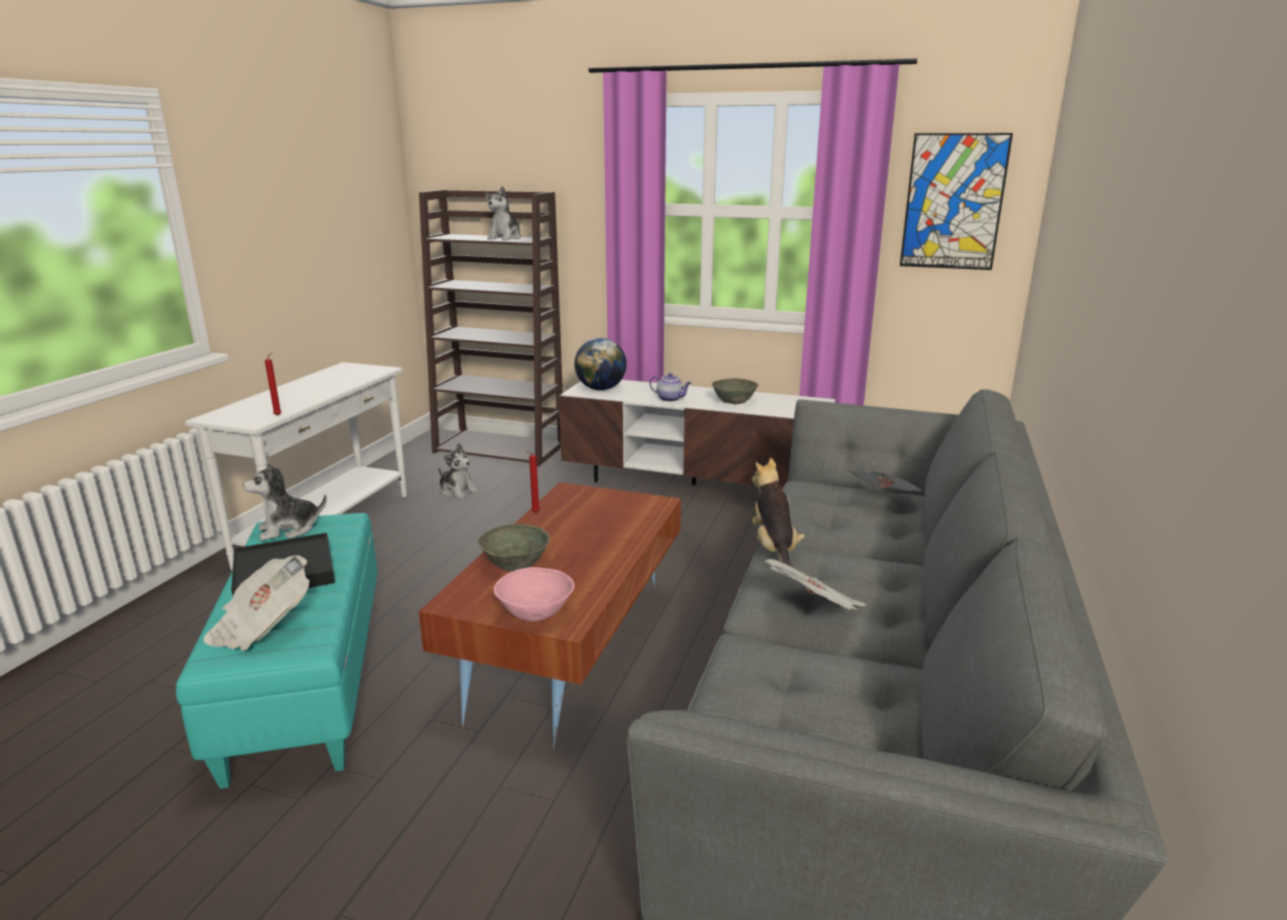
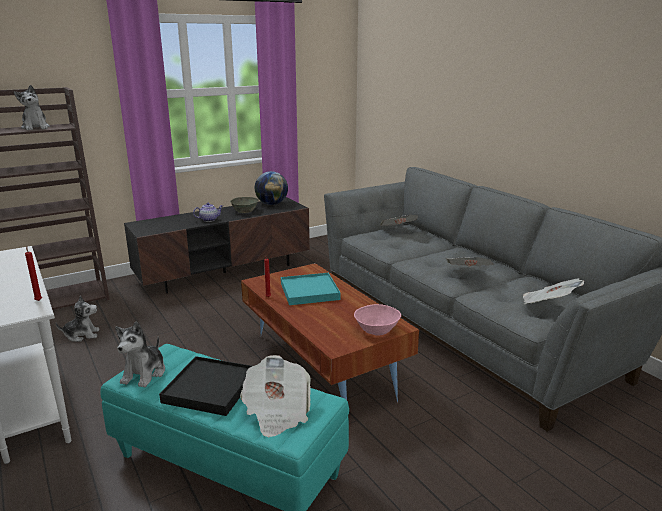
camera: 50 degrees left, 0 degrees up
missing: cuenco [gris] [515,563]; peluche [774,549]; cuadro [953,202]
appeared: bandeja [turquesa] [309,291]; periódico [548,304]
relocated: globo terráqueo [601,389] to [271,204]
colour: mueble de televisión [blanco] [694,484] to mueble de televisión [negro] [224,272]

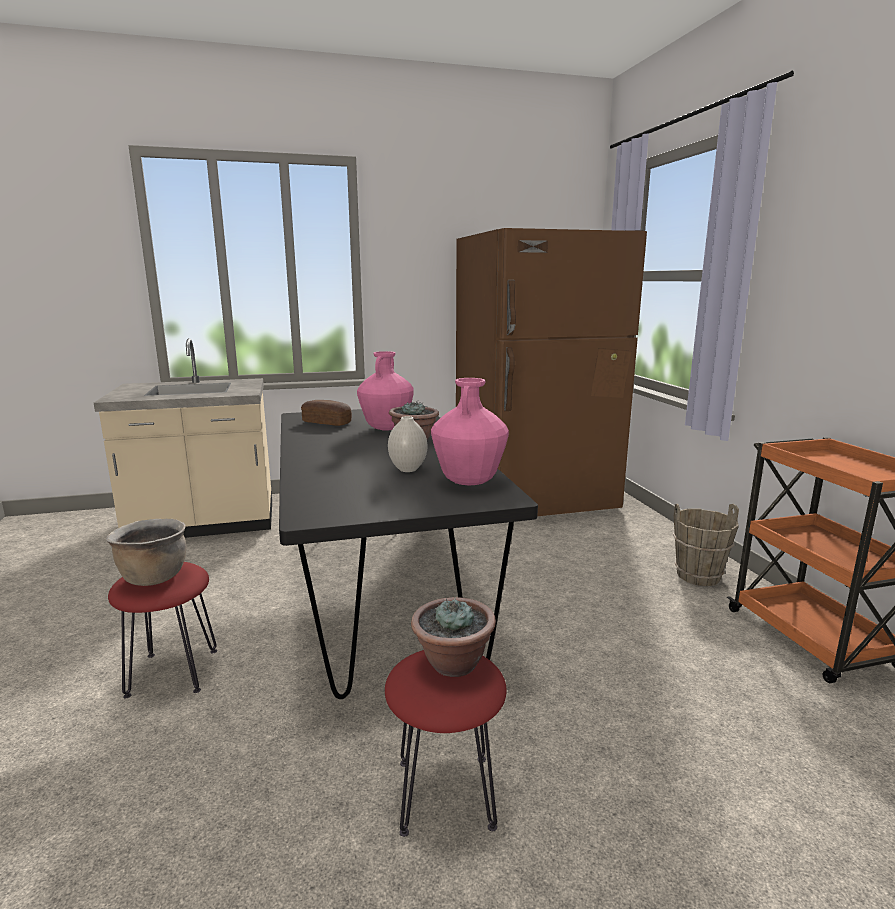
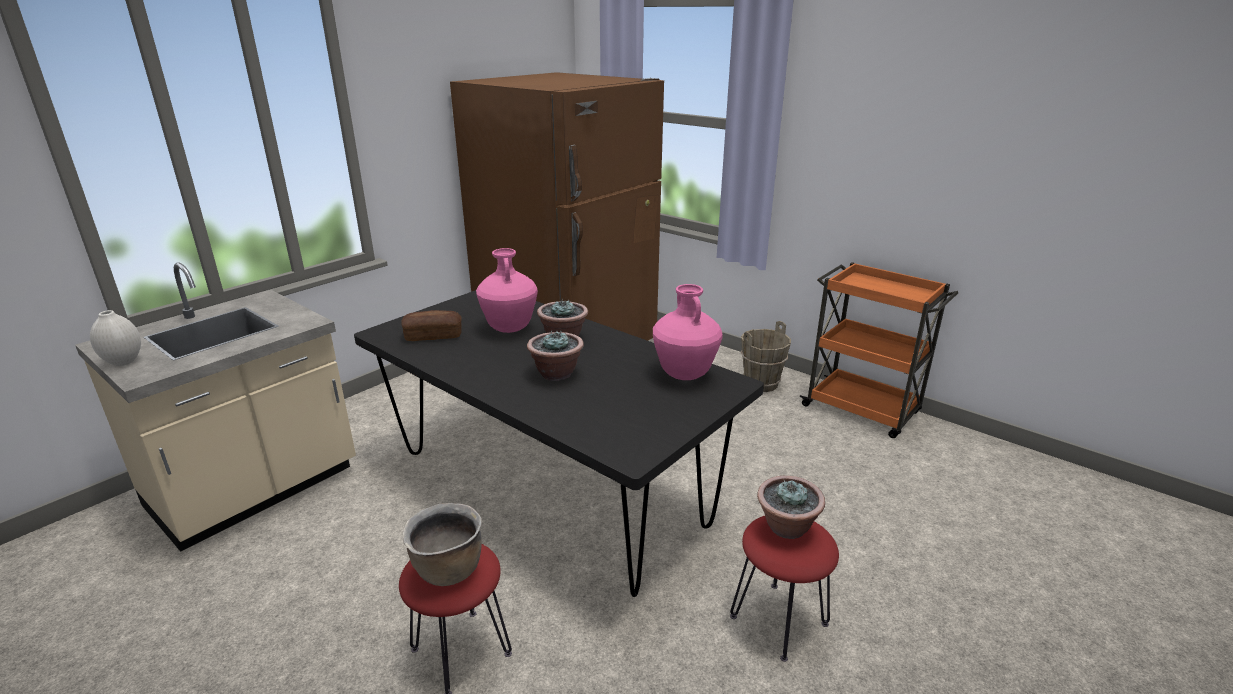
camera: 35 degrees left, 10 degrees up
appeared: planta en maceta [556,374]
relocated: florero [blanco] [407,469] to [123,362]

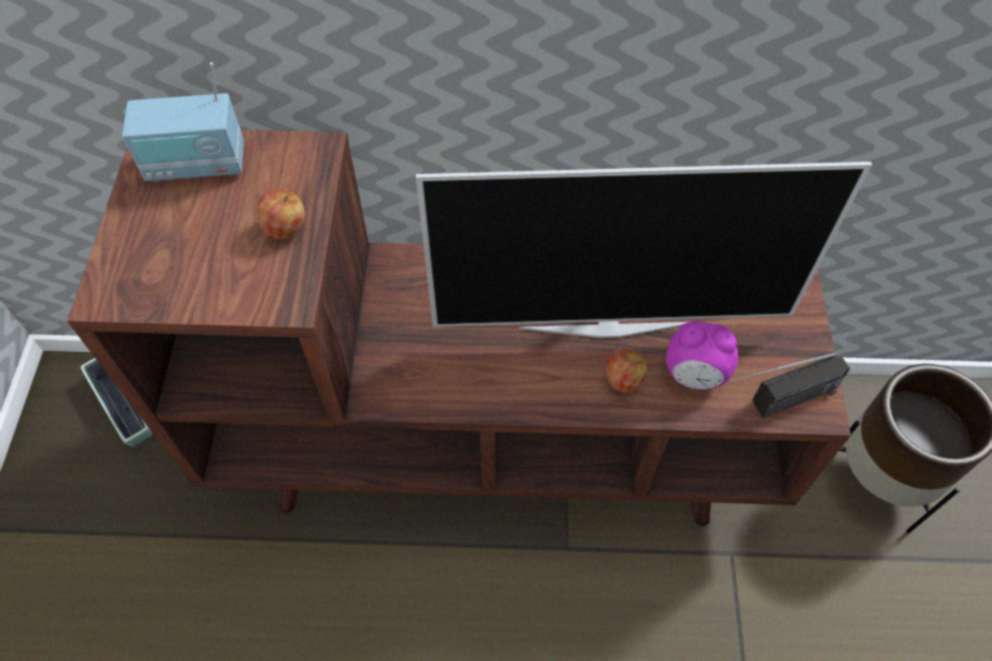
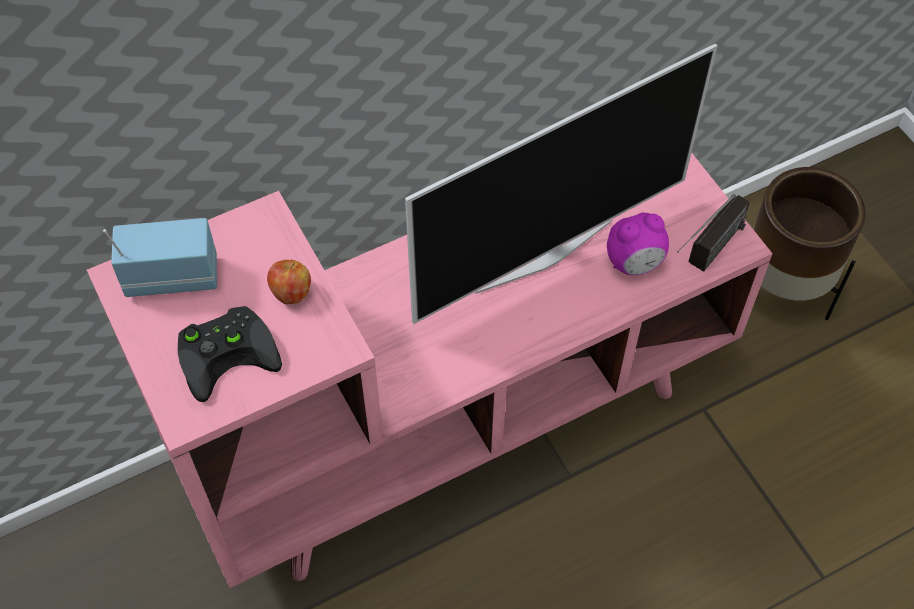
camera: 30 degrees left, 0 degrees up
missing: maceta [123,408]; manzana [623,380]
appeared: mando de consola [negro] [229,351]
colour: mueble de televisión [marrón] [499,445] to mueble de televisión [rosa] [458,420]
spun: radio [196,165] = [172,276] 150 degrees counterclockwise

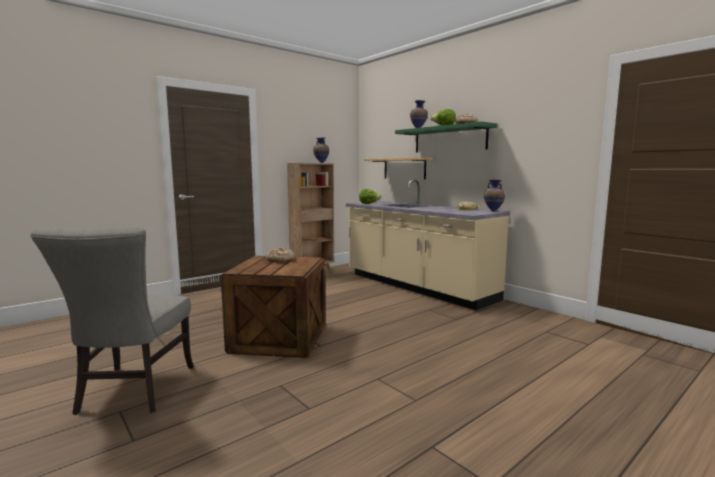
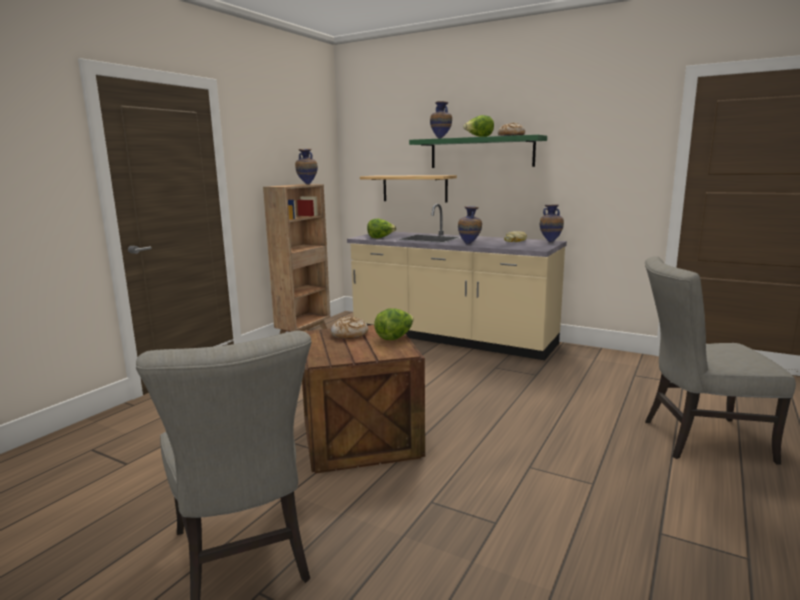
camera: 20 degrees left, 5 degrees up
appeared: lechuga [395,337]; florero [470,244]; silla [gris] [697,439]

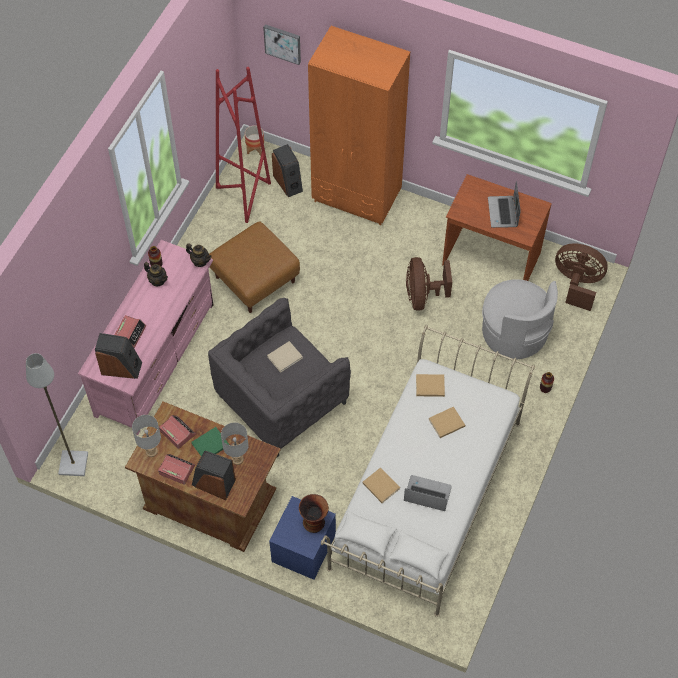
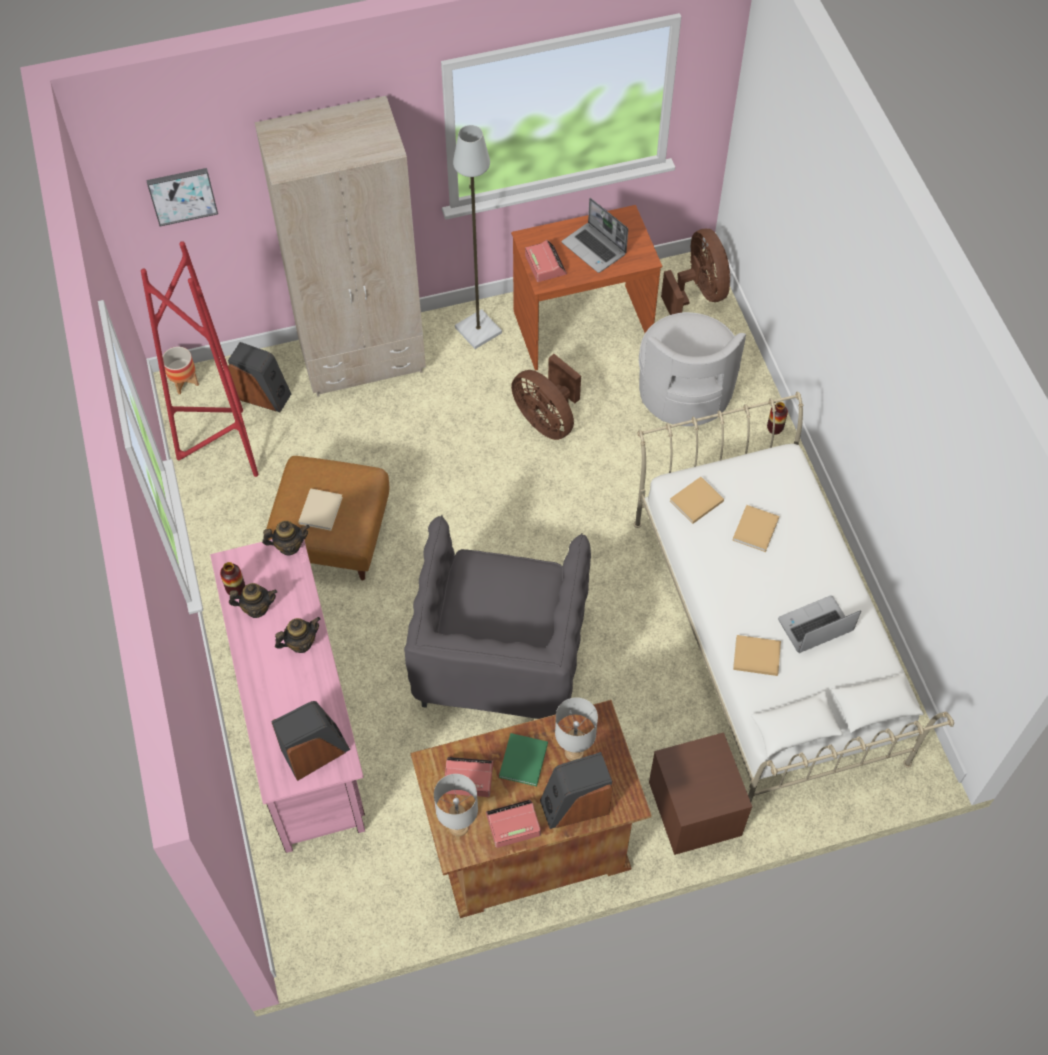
camera: 40 degrees left, 0 degrees up
missing: florero [314,522]
appeared: tetera [300,643]
relocated: lámpara de pie [gris] [73,463] to [477,330]; despertador [130,333] to [545,265]; libro [beis] [285,357] to [321,509]
colour: mesita de noche [azul] [303,549] to mesita de noche [marrón] [694,809]; armario ropero [naranja] [357,197] to armario ropero [beis] [363,358]
spun: sillón [blanco] [514,333] = [684,391] 75 degrees clockwise; ventilador [marrón] [577,284] = [698,293] 90 degrees clockwise

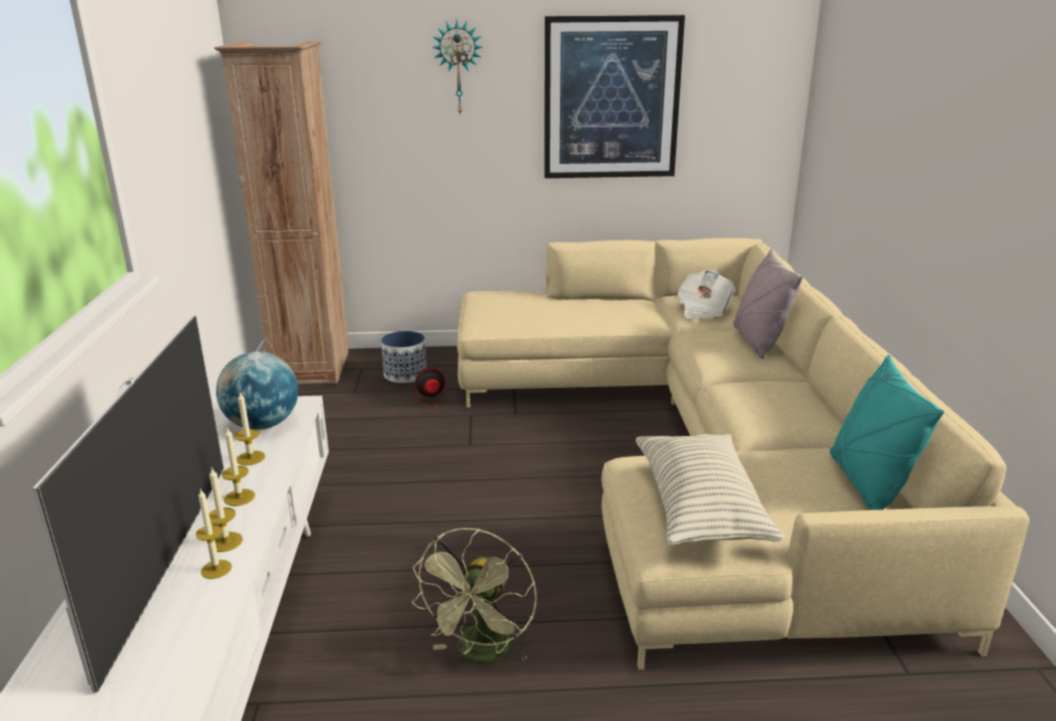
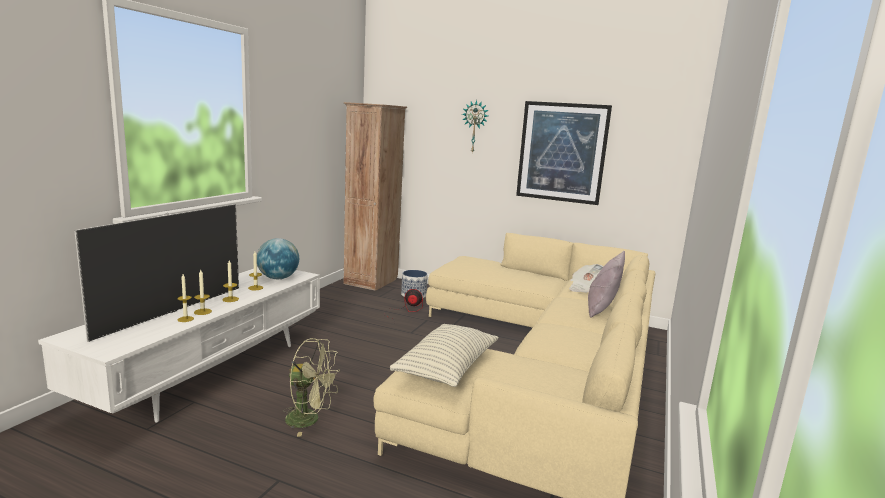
camera: 25 degrees right, 10 degrees down
missing: cojín [turquesa] [867,485]
spun: ventilador [verde] [482,654] = [310,420] 120 degrees counterclockwise

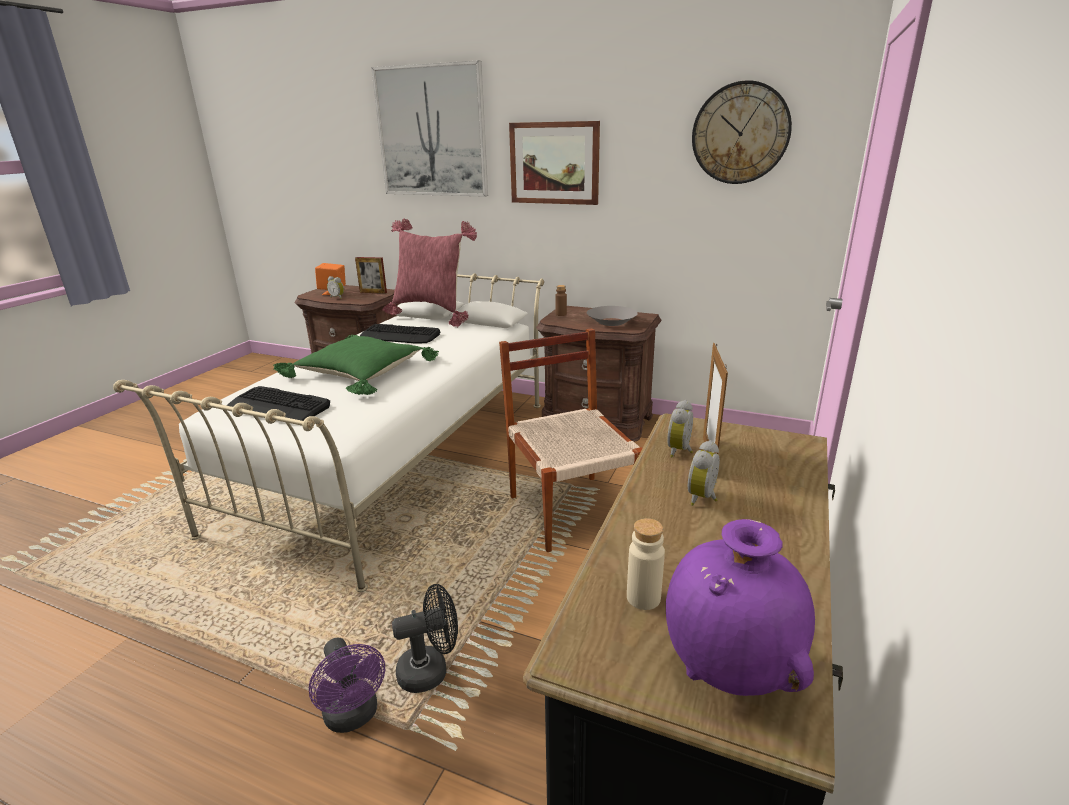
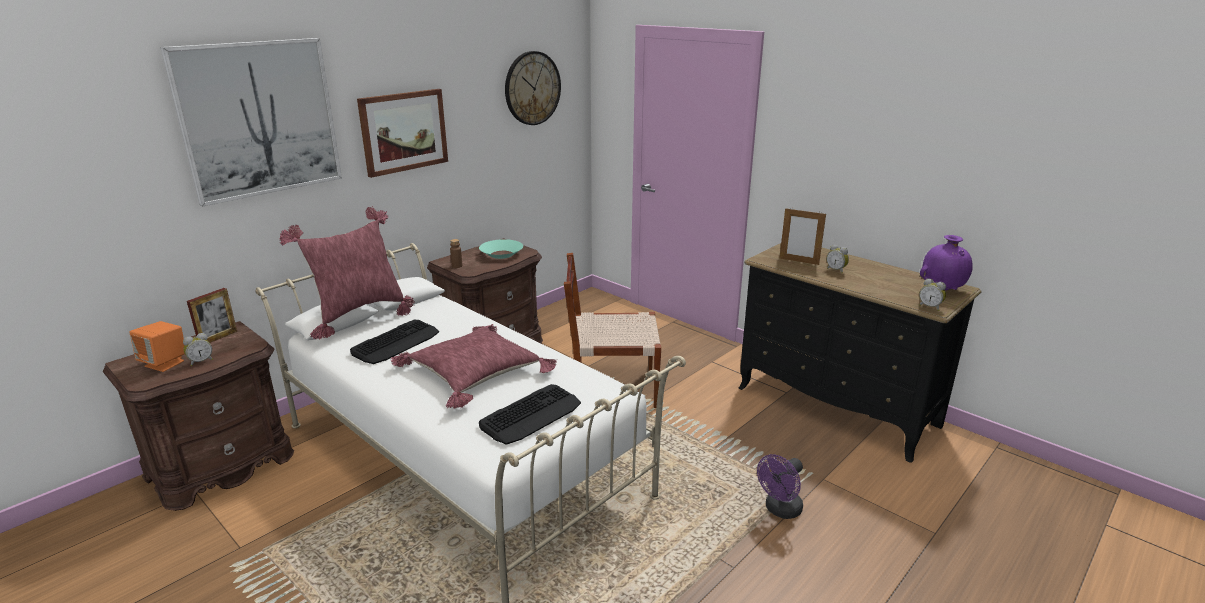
camera: 70 degrees left, 0 degrees up
missing: ventilador [negro] [431,670]; botella [beis] [643,598]
relocated: despertador [681,451] to [930,307]
colour: cojín [verde] [360,369] to cojín [rojo] [474,369]; cuenco [gris] [611,321] to cuenco [turquesa] [501,254]
spun: ventilador [morado] [354,717] = [780,510] 150 degrees clockwise

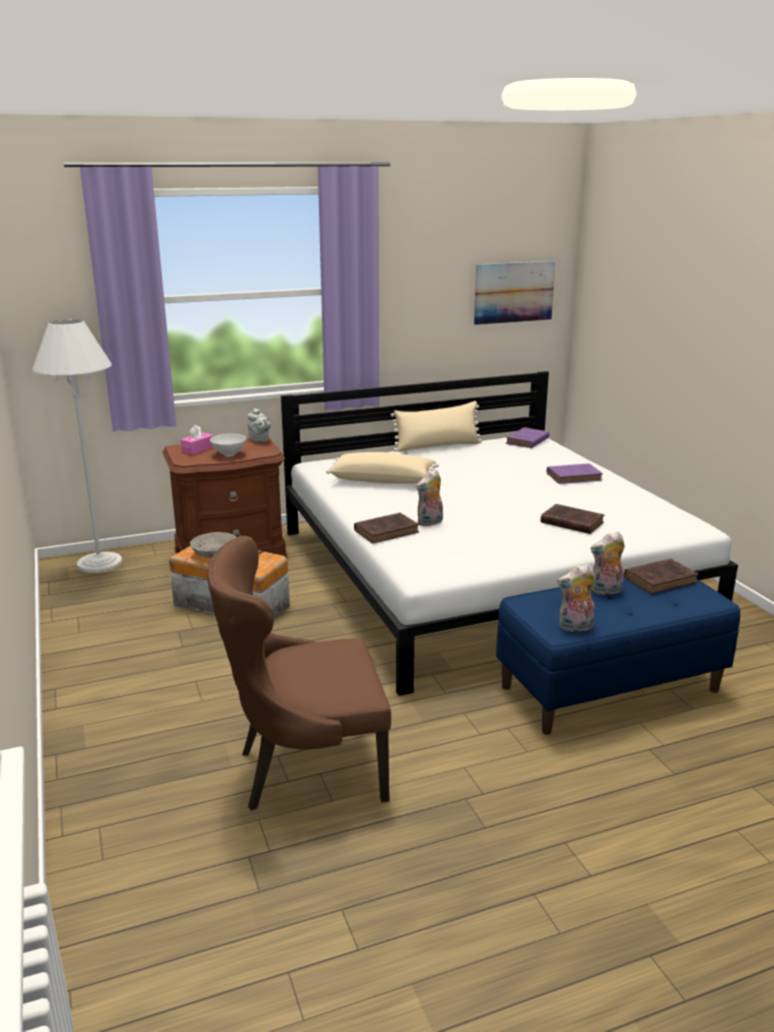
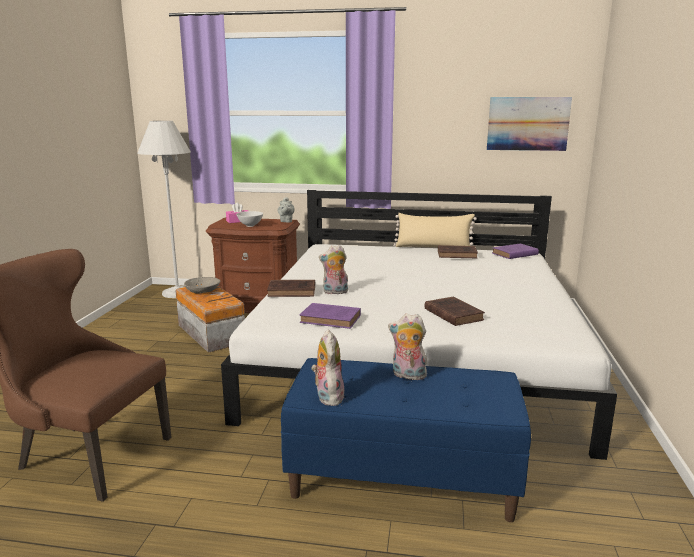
camera: 30 degrees right, 5 degrees down
missing: cojín [beis] [383,480]
relocated: libro [morado] [575,477] to [332,319]; libro [marrón] [661,579] to [458,254]
spun: peluche [575,627] = [327,396] 60 degrees clockwise

